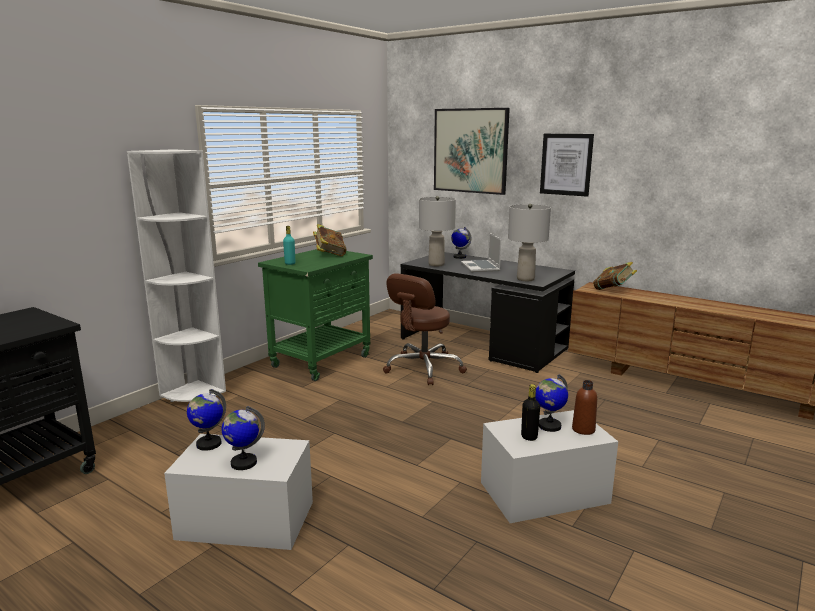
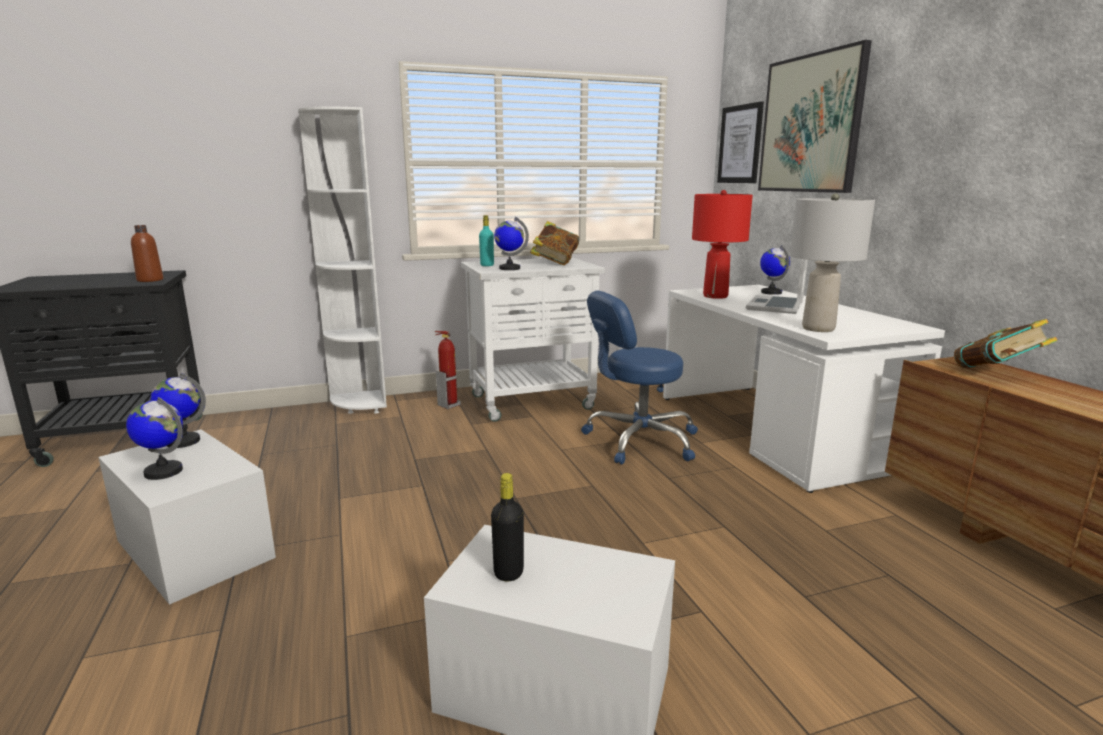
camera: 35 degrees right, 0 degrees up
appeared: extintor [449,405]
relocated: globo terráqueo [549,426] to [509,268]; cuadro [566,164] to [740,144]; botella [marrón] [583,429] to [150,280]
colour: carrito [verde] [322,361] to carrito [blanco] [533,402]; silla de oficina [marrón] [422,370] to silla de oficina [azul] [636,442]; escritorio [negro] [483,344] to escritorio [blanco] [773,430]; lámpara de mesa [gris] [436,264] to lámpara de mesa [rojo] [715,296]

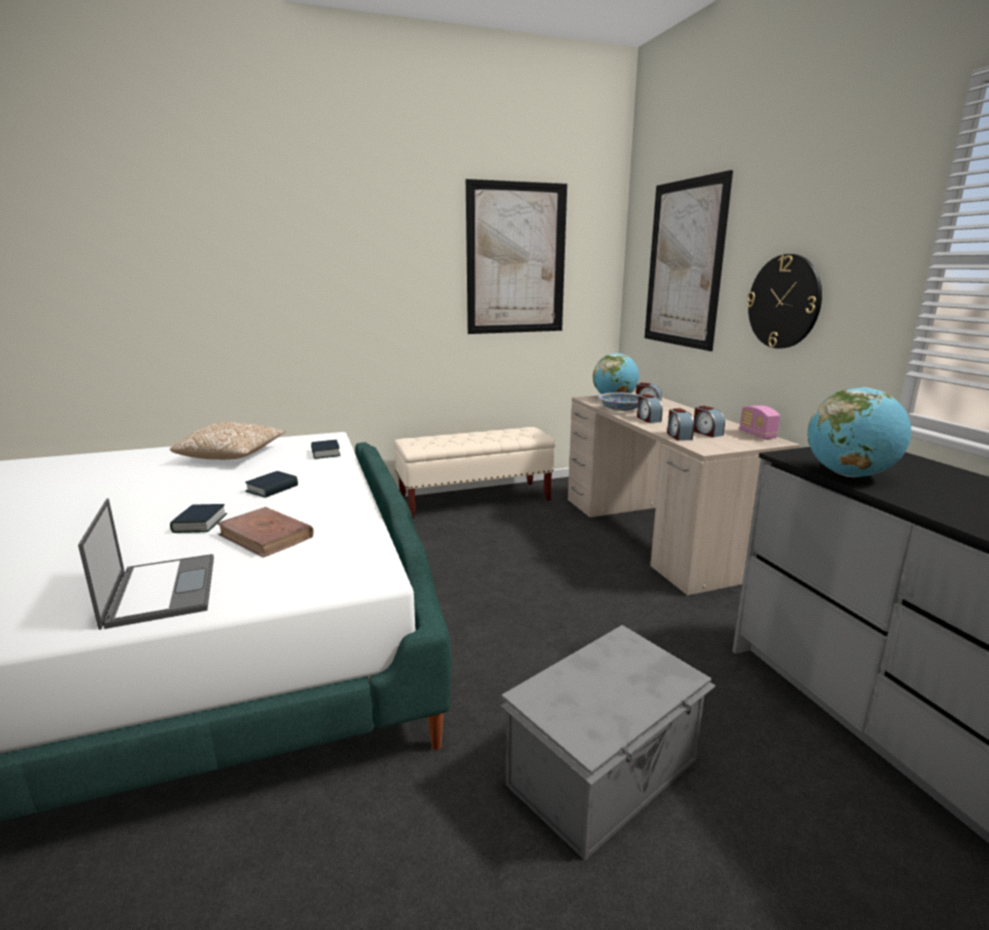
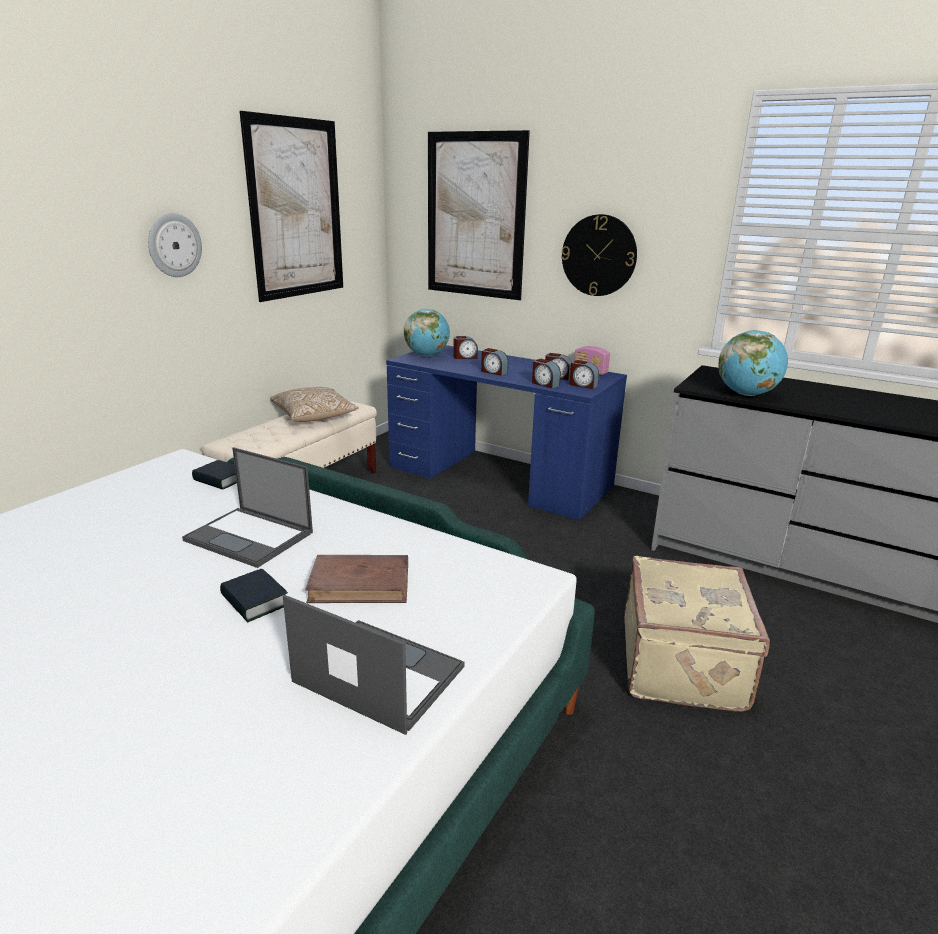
camera: 40 degrees left, 5 degrees up
missing: cuenco [621,409]
appeared: reloj de pared [174,245]; despertador [583,385]
relocated: cojín [232,456] to [314,416]
exchanged: libro [272,489] to portátil [250,537]; caja de almacenaje [gris] [606,773] to maleta [beis] [684,665]
colour: escritorio [beis] [657,533] to escritorio [azul] [499,476]

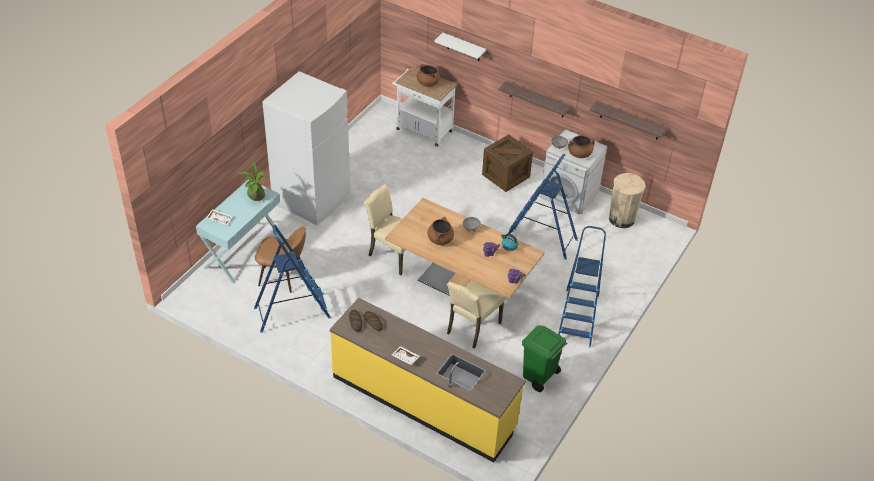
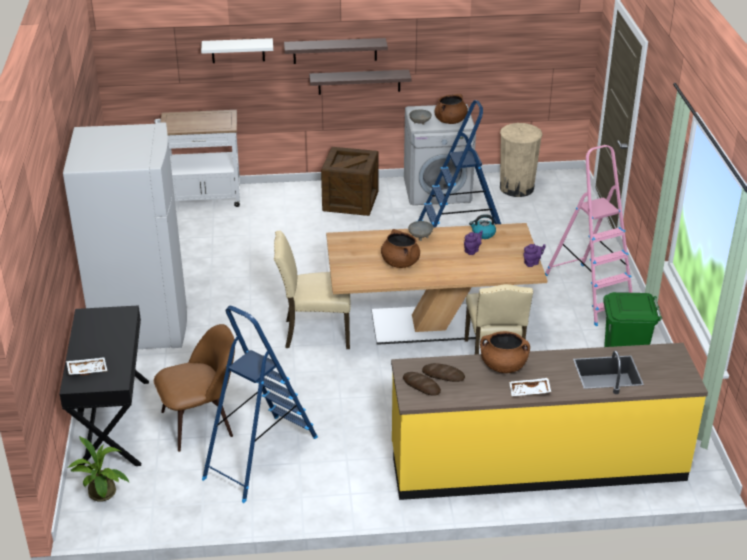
camera: 35 degrees left, 10 degrees down
relocated: planta en maceta [256,197] to [103,495]; olla [marrón] [428,83] to [503,366]; estante [630,121] to [335,51]
colour: escritorio [turquesa] [243,252] to escritorio [negro] [113,423]; escalera de tijera [azul] [578,318] to escalera de tijera [rosa] [589,294]

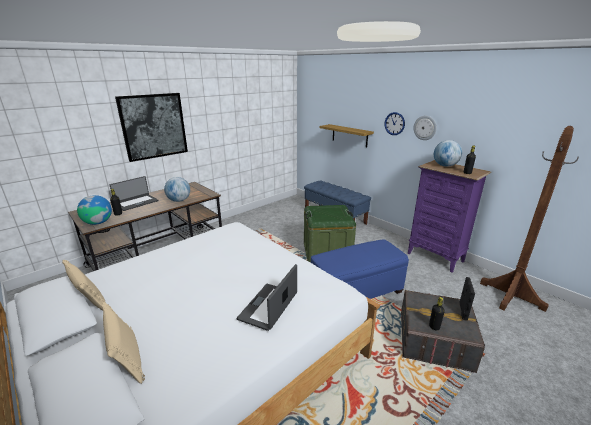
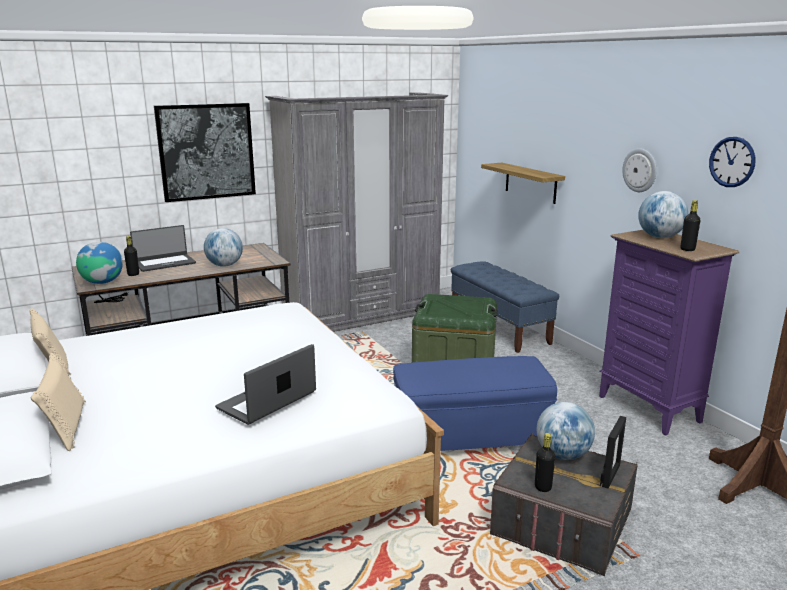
camera: 15 degrees right, 5 degrees down
appeared: armario ropero [gris] [363,315]; globo terráqueo [563,455]
relocated: reloj de pared [394,123] to [732,162]

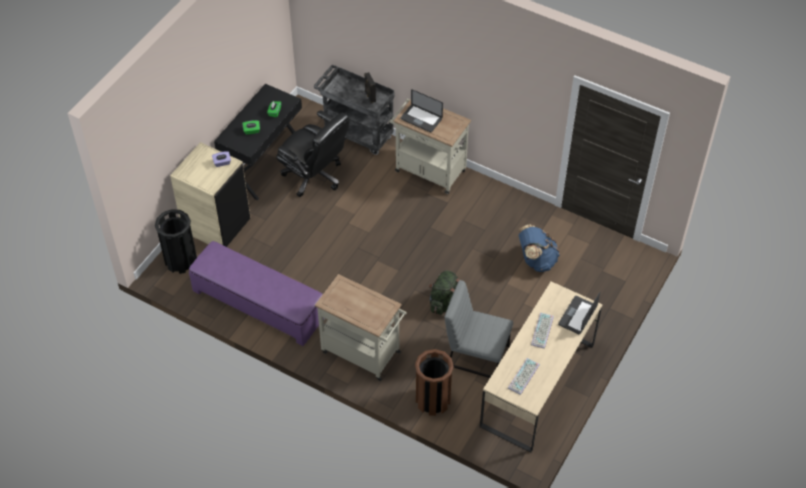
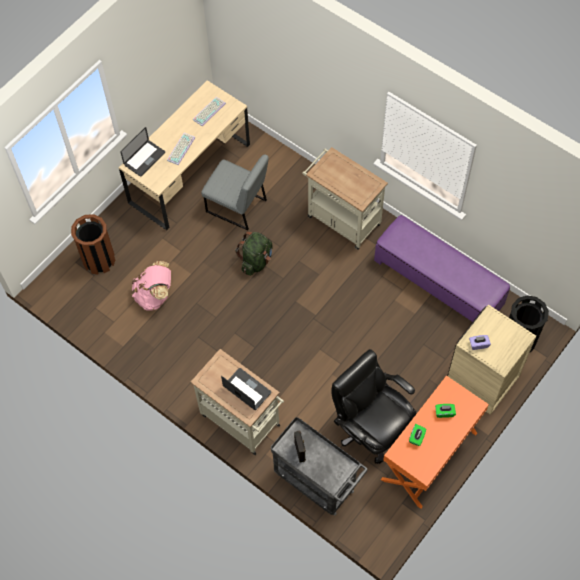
camera: 170 degrees left, 10 degrees up
relocated: papelera [marrón] [433,400] to [99,260]
colour: escritorio [negro] [263,164] to escritorio [naranja] [429,456]; mochila [azul] [536,260] to mochila [rosa] [155,295]

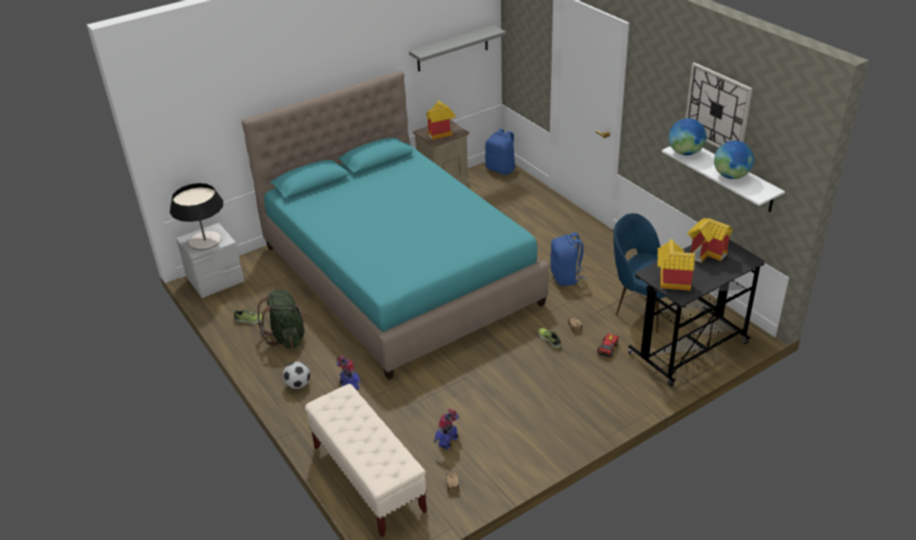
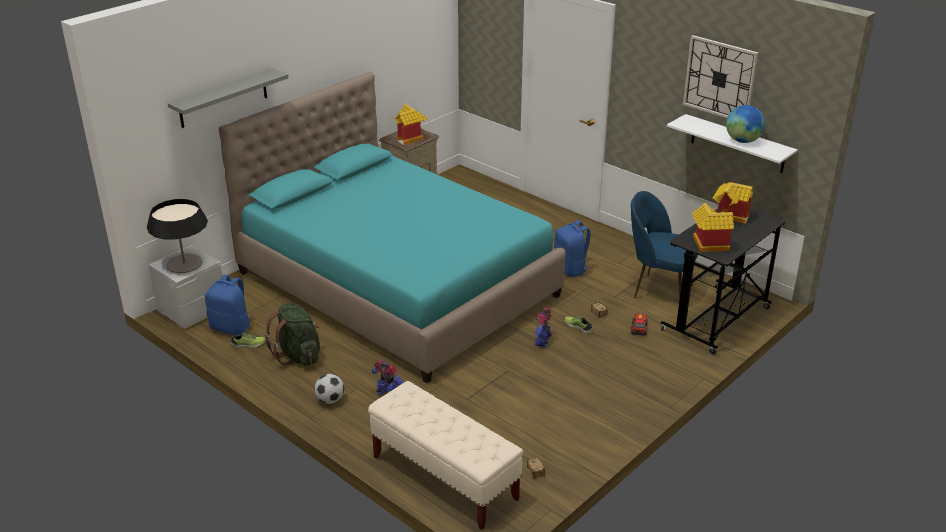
camera: 15 degrees left, 5 degrees down
missing: globo terráqueo [685,153]
relocated: estante [gris] [452,49] to [223,98]; robot de juguete [448,441] to [542,341]; mochila [azul] [501,169] to [231,327]

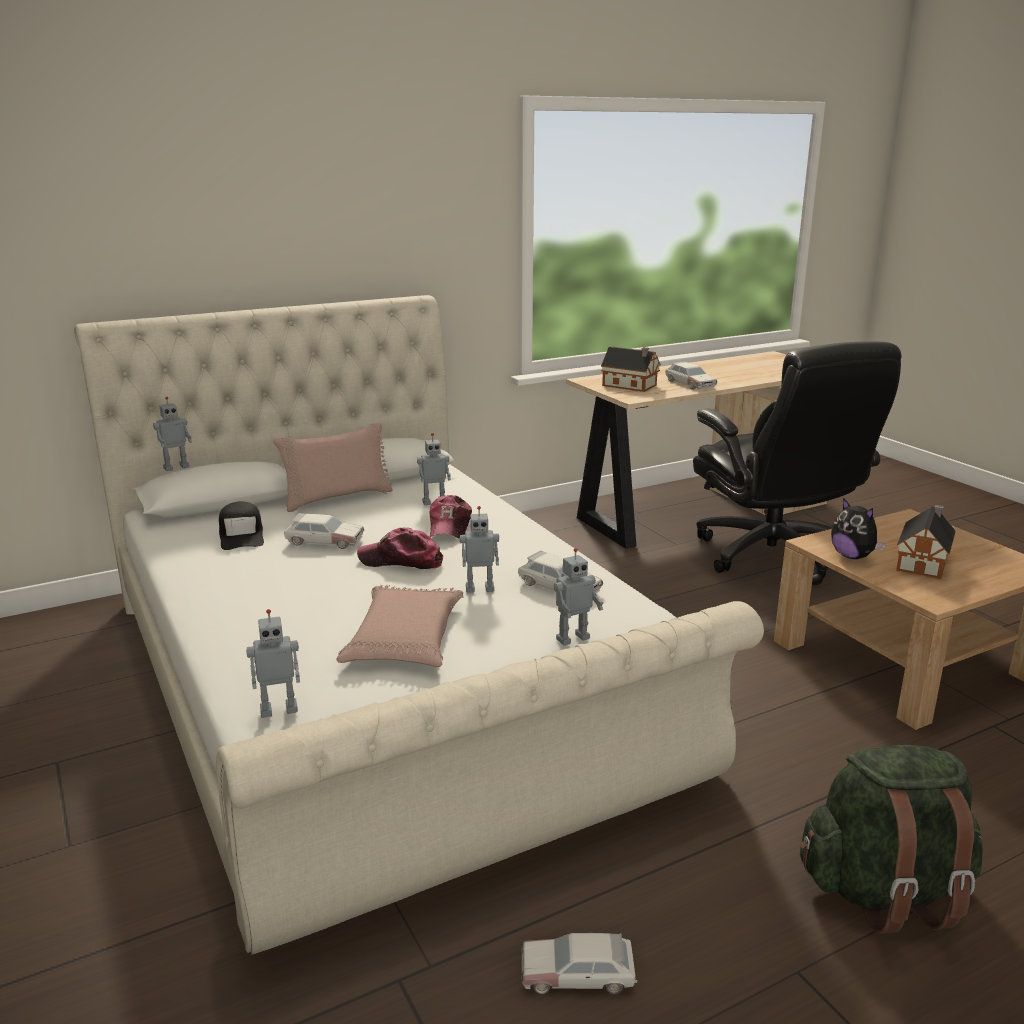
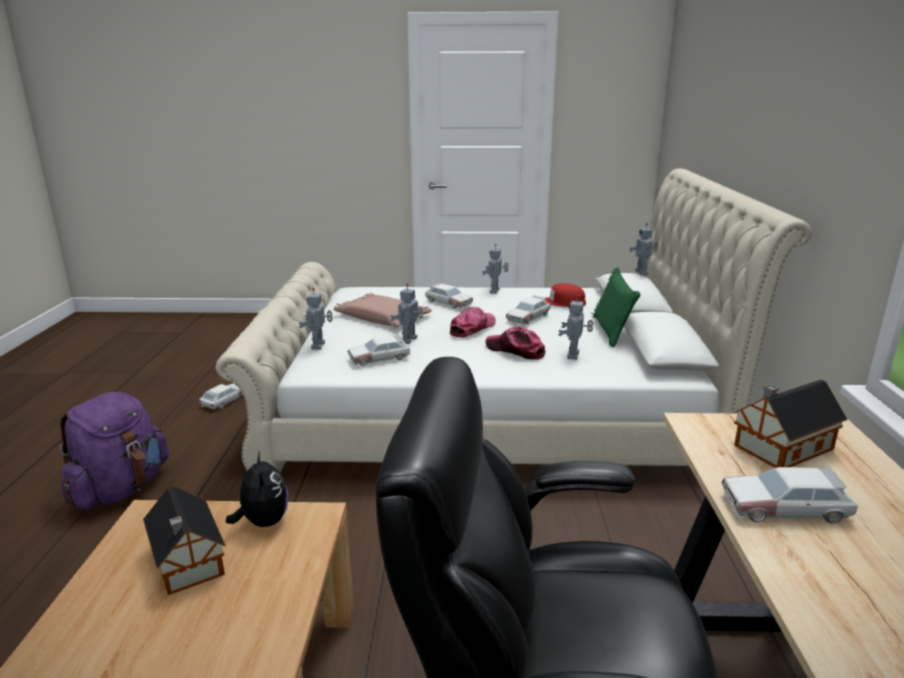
camera: 120 degrees right, 0 degrees up
appeared: coche de juguete [448,302]
relocated: robot de juguete [279,709] to [495,291]
colour: gorra [negro] [242,535] to gorra [rojo] [561,303]; cojín [beis] [337,498] to cojín [verde] [612,331]; mochila [verde] [884,891] to mochila [morado] [121,489]
spun: peluche [852,556] = [263,521] 75 degrees clockwise

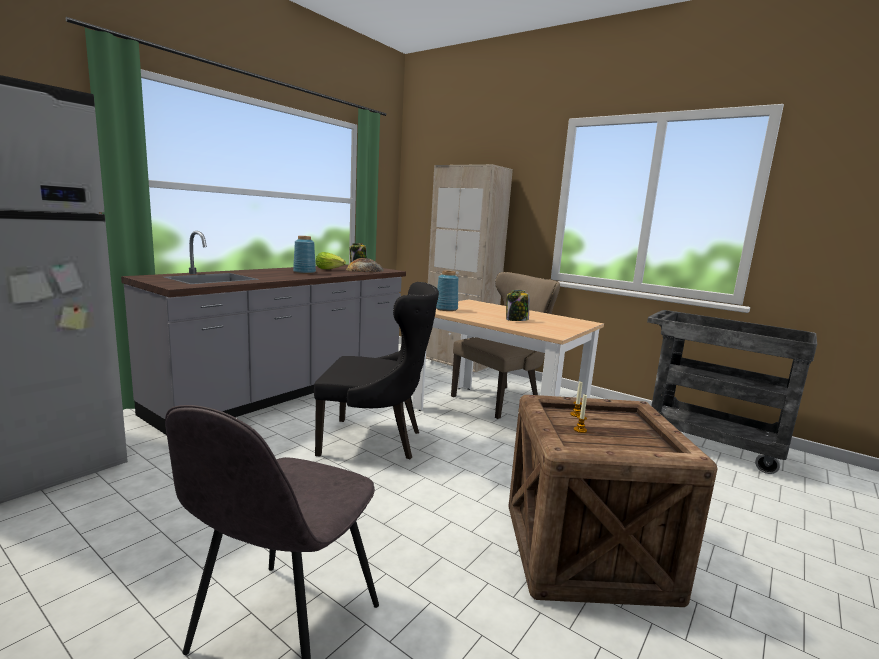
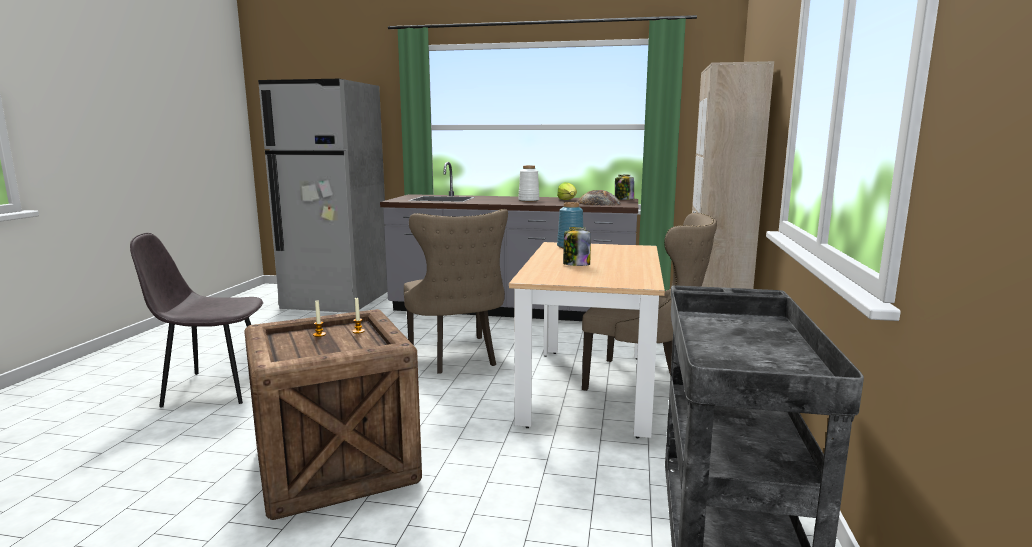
camera: 65 degrees right, 0 degrees up
colour: florero [azul] [304,272] to florero [blanco] [528,200]; silla [negro] [376,441] to silla [beis] [456,356]

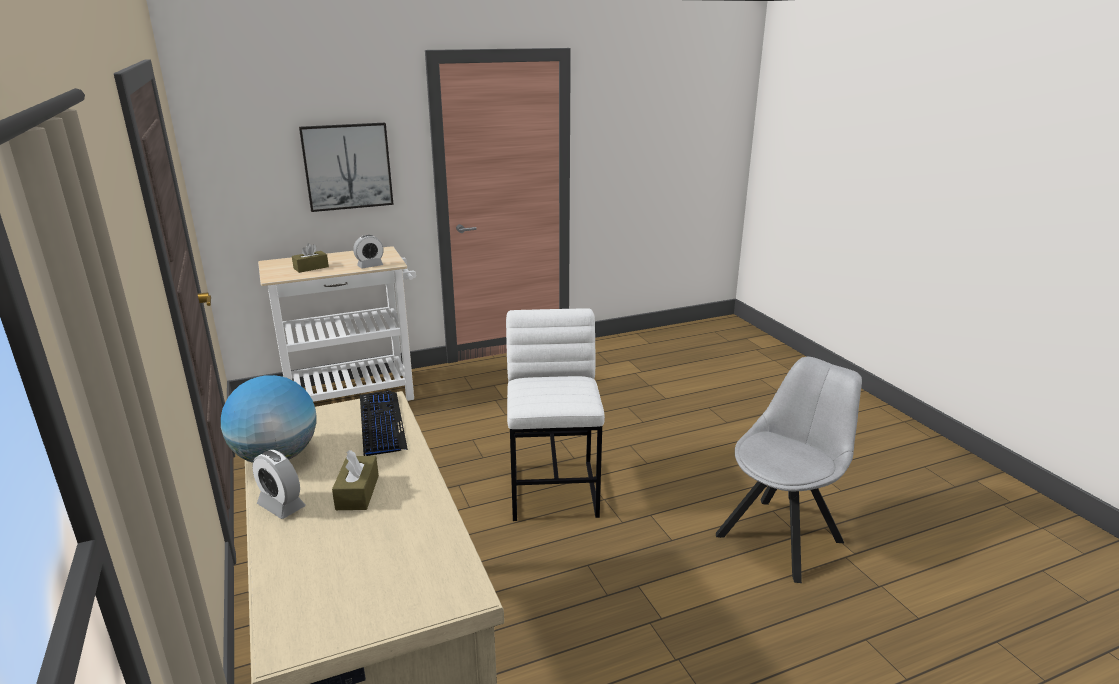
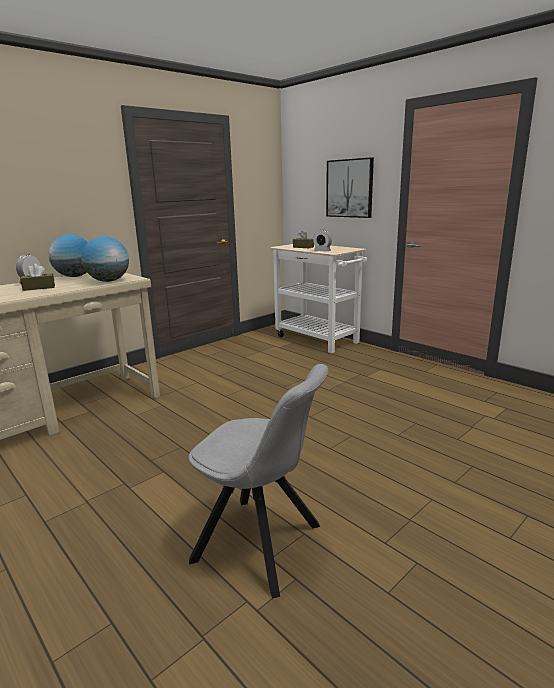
camera: 70 degrees right, 5 degrees down
missing: silla [blanco] [553,488]
exchanged: teclado [381,423] to globo terráqueo [109,281]

